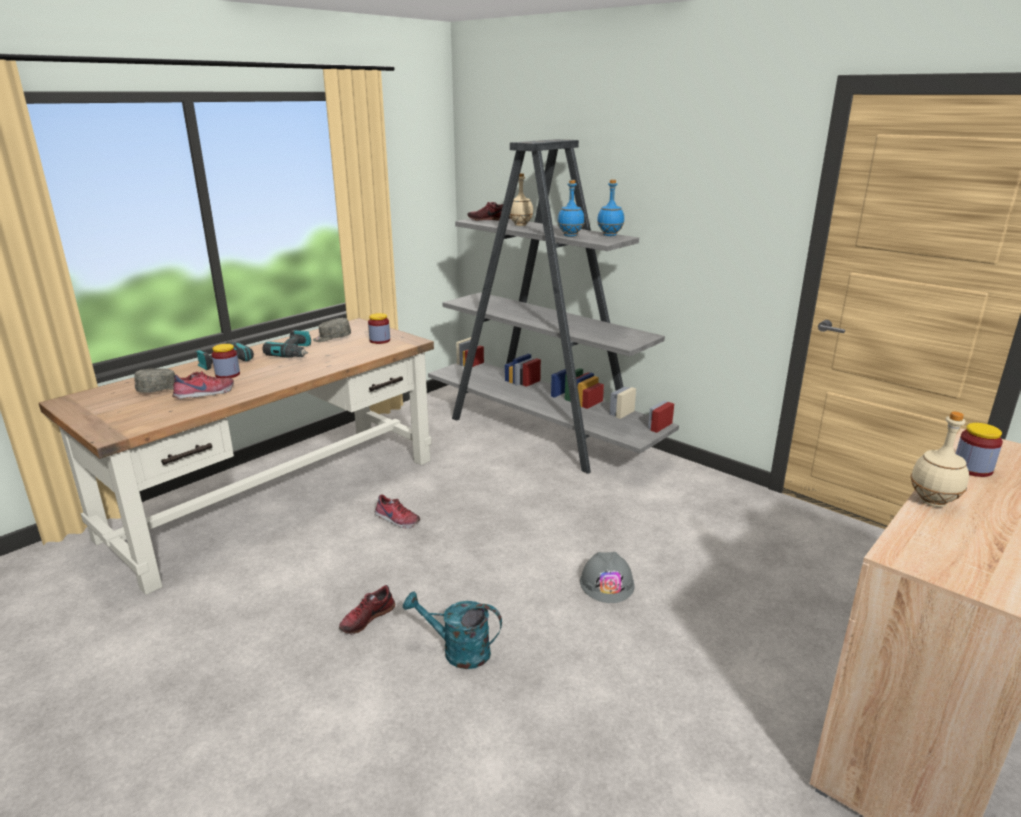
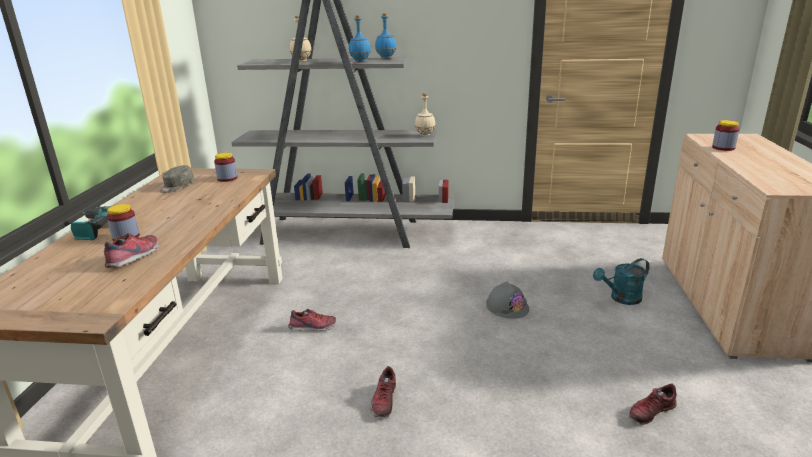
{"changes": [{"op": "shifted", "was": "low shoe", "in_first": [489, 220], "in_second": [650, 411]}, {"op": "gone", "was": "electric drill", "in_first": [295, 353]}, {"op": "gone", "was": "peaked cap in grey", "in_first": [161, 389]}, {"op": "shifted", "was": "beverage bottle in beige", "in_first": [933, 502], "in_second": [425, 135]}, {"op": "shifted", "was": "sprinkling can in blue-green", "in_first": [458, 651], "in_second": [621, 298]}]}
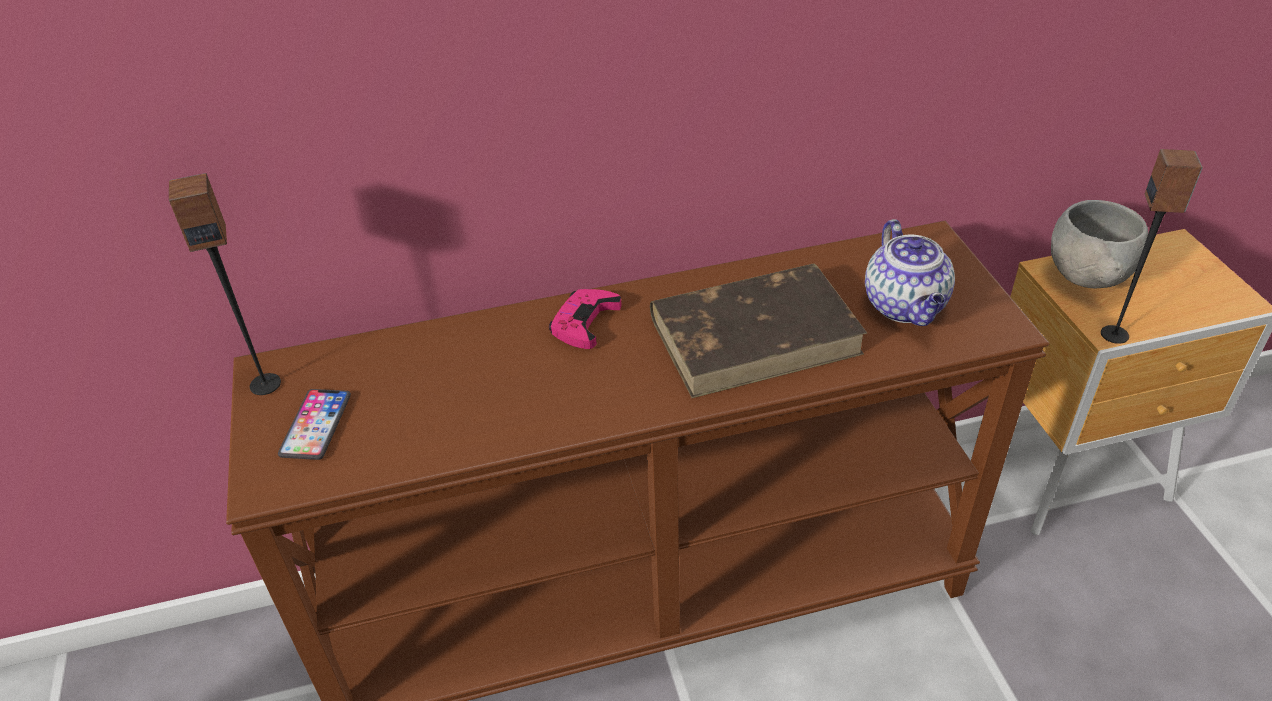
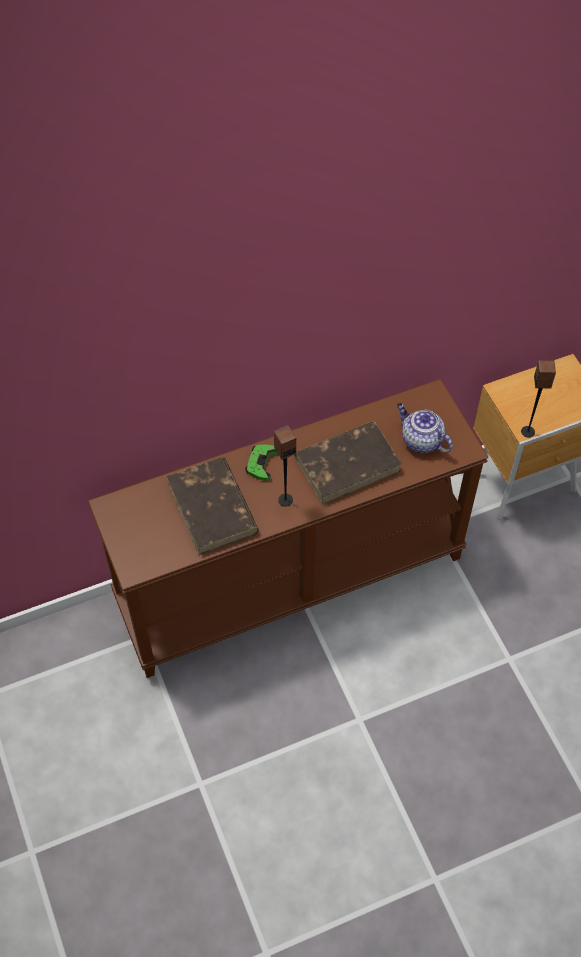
{"changes": [{"op": "shifted", "was": "audio speaker", "in_first": [265, 384], "in_second": [285, 499]}, {"op": "gone", "was": "bowl in grey", "in_first": [1086, 280]}, {"op": "rotated", "was": "teapot", "in_first": [906, 307], "in_second": [420, 440], "clockwise": 150}, {"op": "repainted", "was": "gamepad in pinkish", "now": "gamepad in green", "in_first": [584, 322], "in_second": [261, 463]}, {"op": "gone", "was": "handset", "in_first": [316, 425]}, {"op": "new", "now": "book in brownish", "in_second": [213, 509]}]}
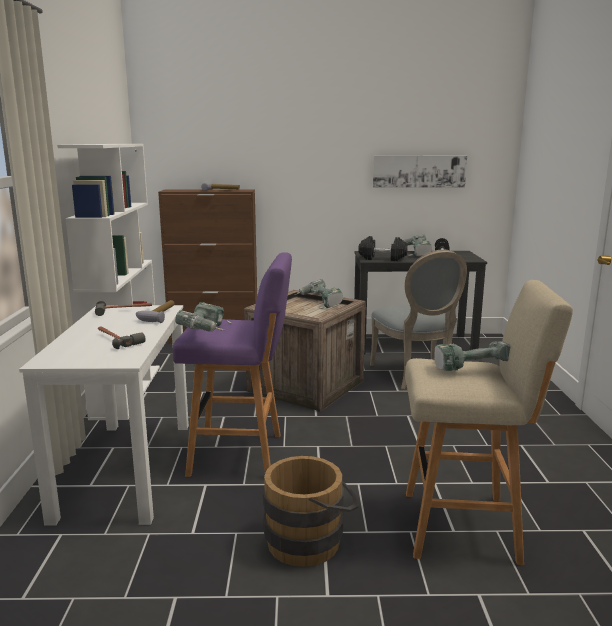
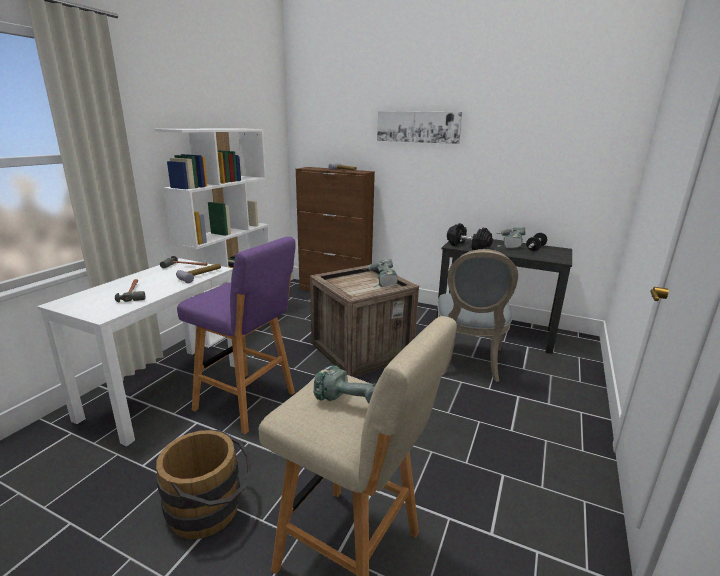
{"changes": [{"op": "shifted", "was": "wall art", "in_first": [419, 171], "in_second": [418, 127]}, {"op": "gone", "was": "electric drill", "in_first": [207, 332]}]}
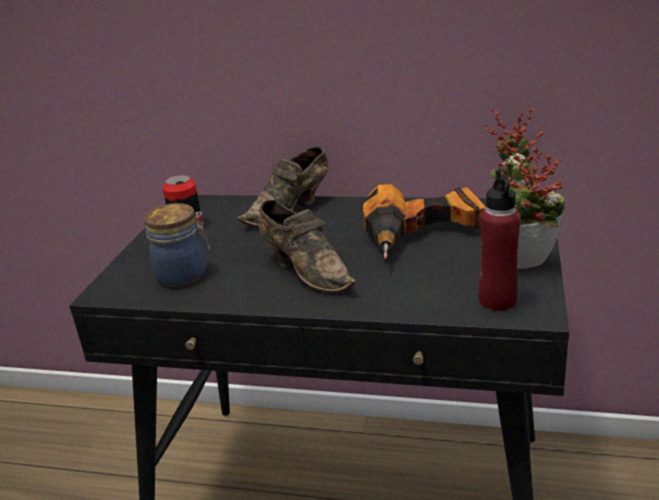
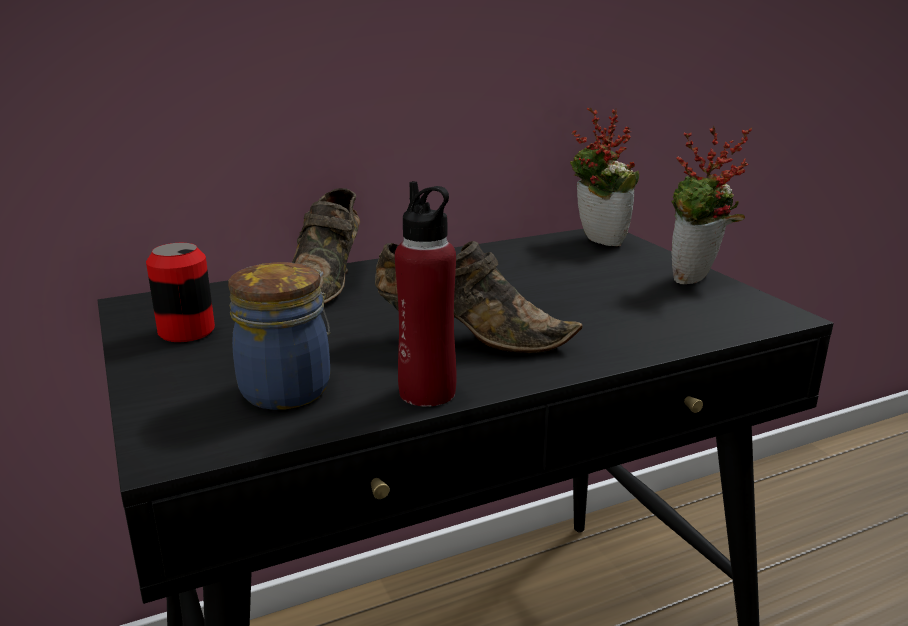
{"changes": [{"op": "shifted", "was": "beverage bottle in reddish", "in_first": [497, 301], "in_second": [427, 392]}, {"op": "gone", "was": "electric drill", "in_first": [424, 235]}]}
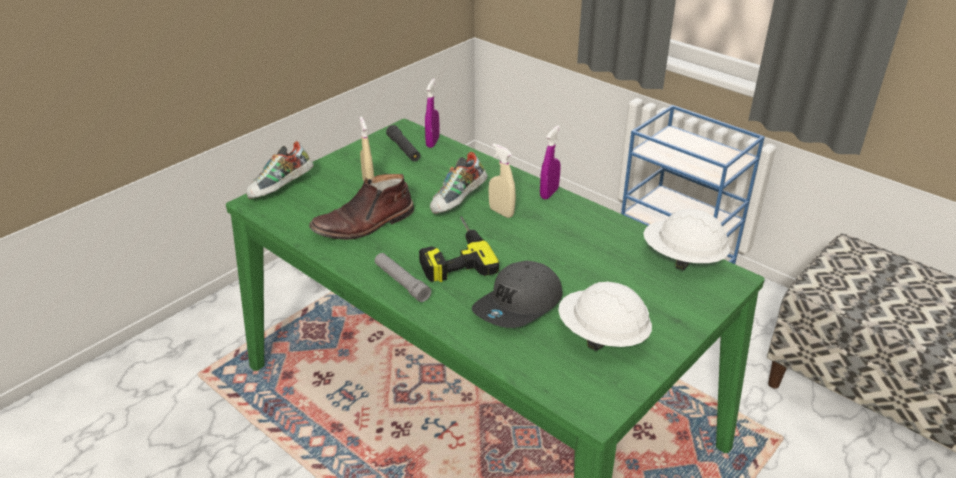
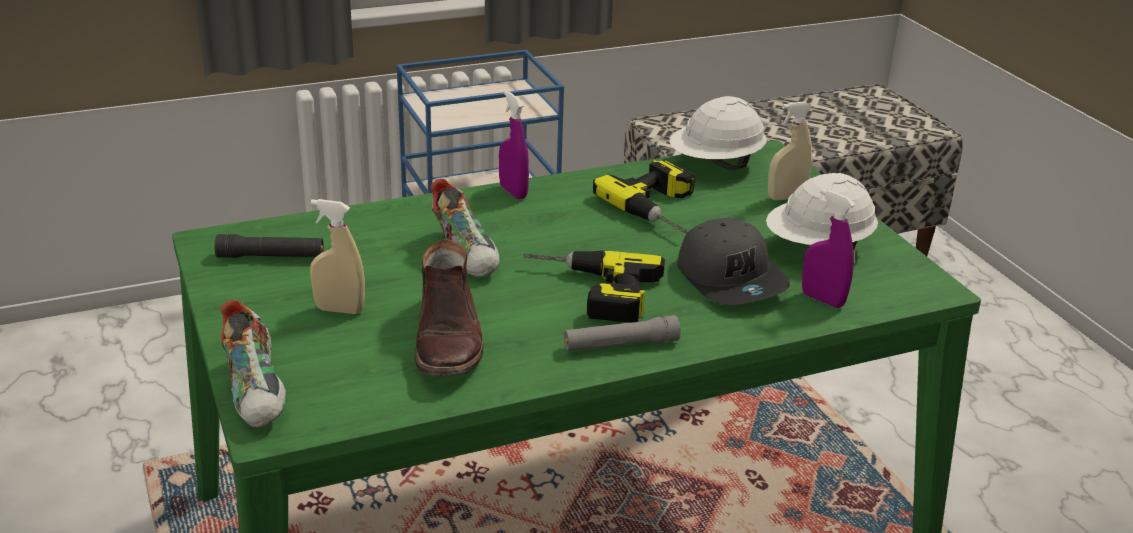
{"changes": [{"op": "shifted", "was": "spray bottle in purplish", "in_first": [432, 142], "in_second": [822, 299]}, {"op": "shifted", "was": "spray bottle in beige", "in_first": [501, 212], "in_second": [786, 197]}, {"op": "new", "now": "electric drill", "in_second": [664, 208]}]}
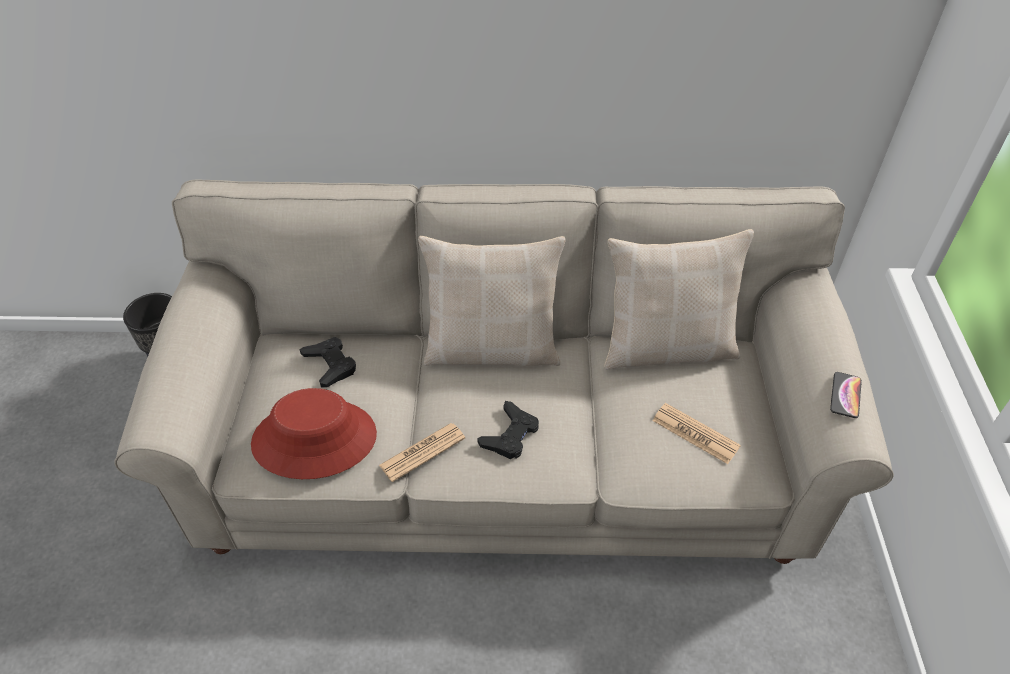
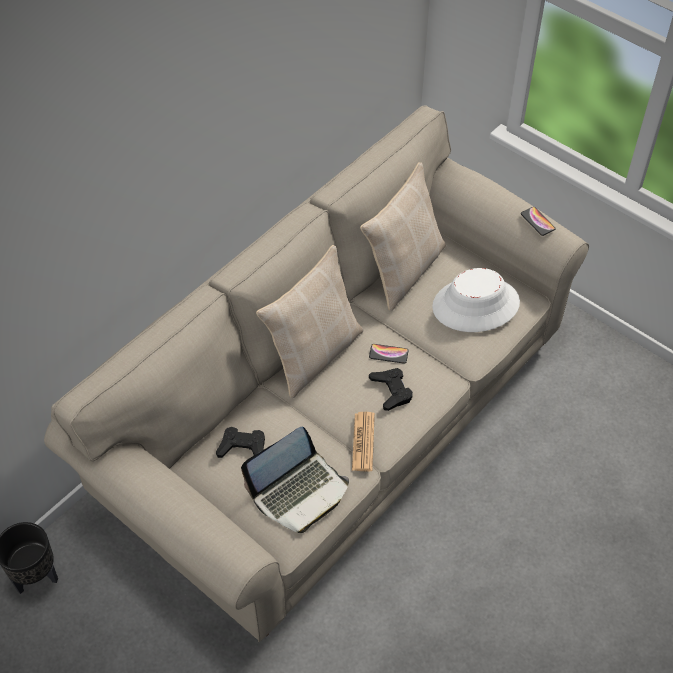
{"changes": [{"op": "swapped", "was": "wearable hat in reddish", "now": "notebook computer", "in_first": [315, 439], "in_second": [299, 492]}, {"op": "swapped", "was": "printed paper", "now": "wearable hat in whitish", "in_first": [695, 434], "in_second": [475, 305]}, {"op": "new", "now": "handset", "in_second": [388, 354]}]}
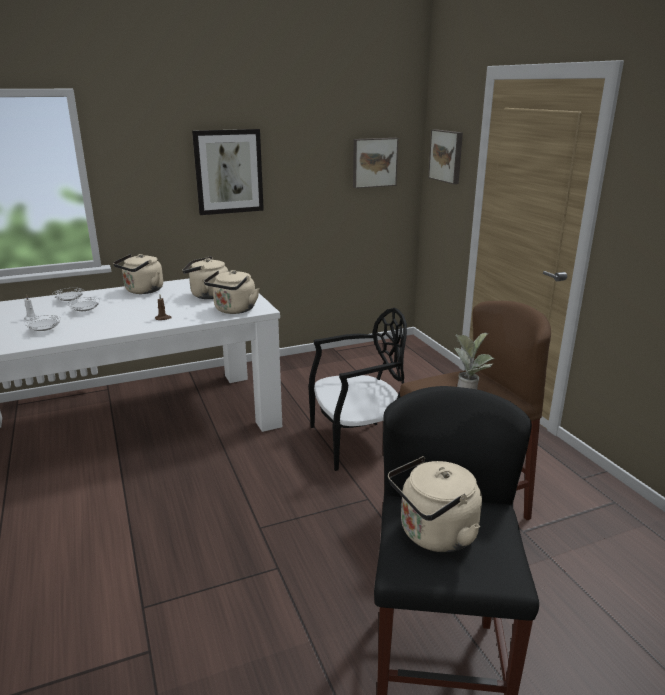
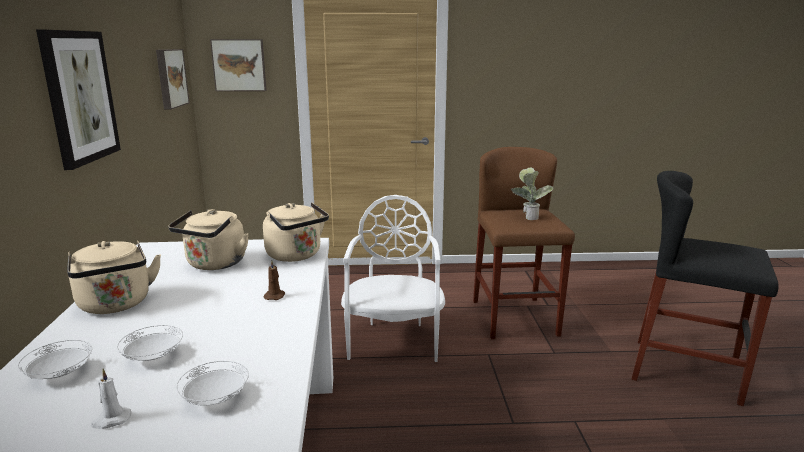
{"changes": [{"op": "repainted", "was": "upright chair in black", "now": "upright chair in whitish", "in_first": [356, 441], "in_second": [394, 340]}, {"op": "gone", "was": "water kettle in beige", "in_first": [434, 535]}]}
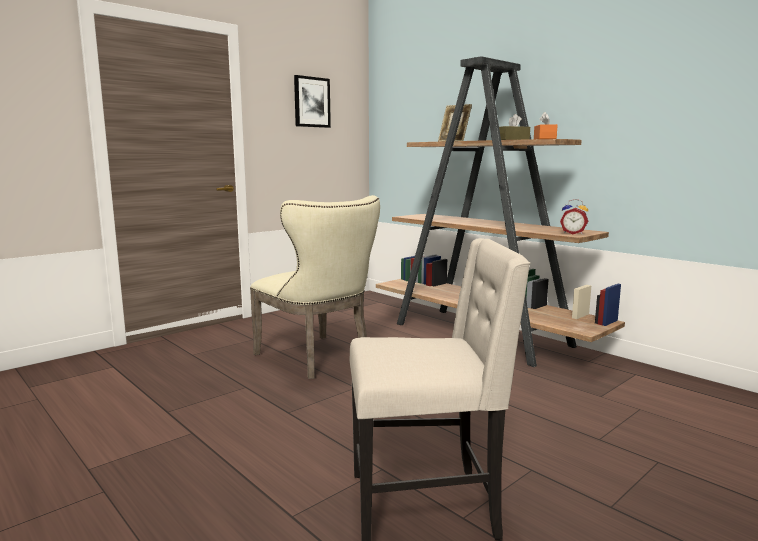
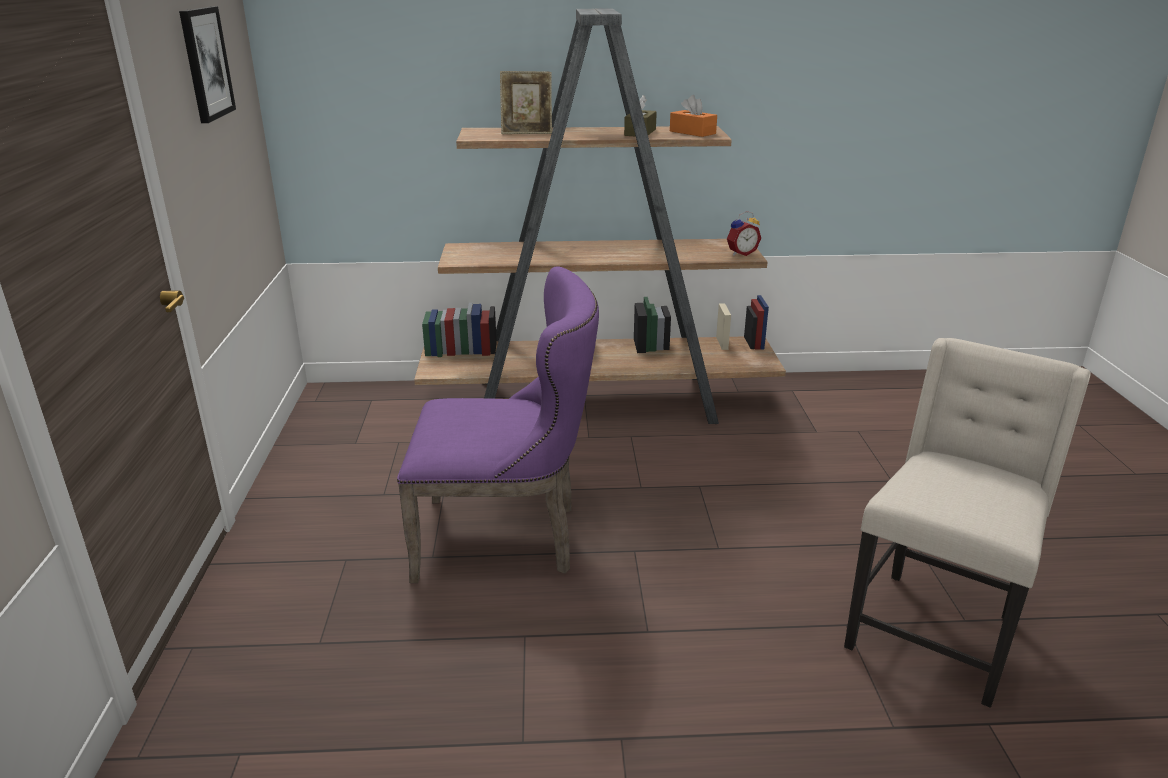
{"changes": [{"op": "repainted", "was": "upright chair in beige", "now": "upright chair in purplish", "in_first": [318, 359], "in_second": [508, 538]}]}
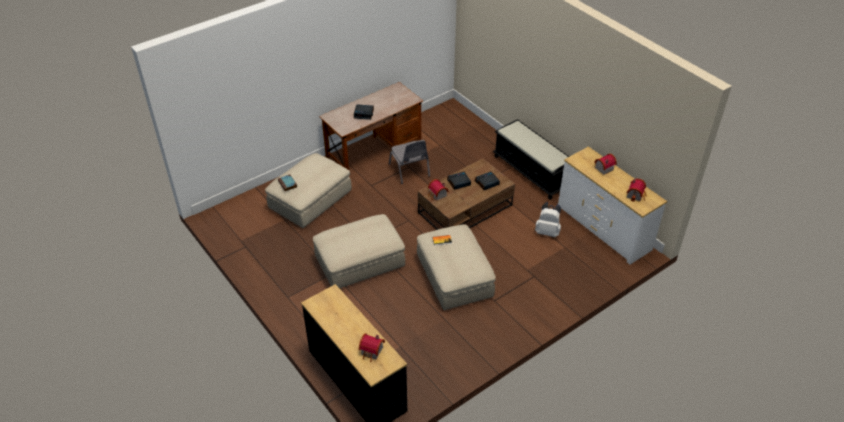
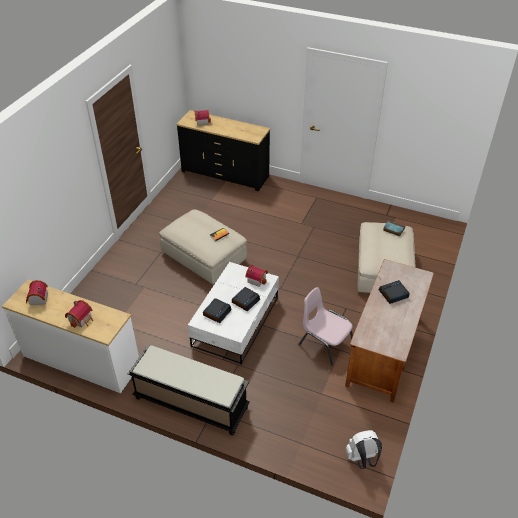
{"changes": [{"op": "repainted", "was": "upright chair in grey", "now": "upright chair in pinkish", "in_first": [409, 170], "in_second": [325, 342]}, {"op": "repainted", "was": "coffee table in brownish", "now": "coffee table in whitish", "in_first": [465, 209], "in_second": [235, 321]}, {"op": "shifted", "was": "knapsack in whitish", "in_first": [547, 232], "in_second": [362, 459]}, {"op": "gone", "was": "footrest in beige", "in_first": [359, 263]}]}
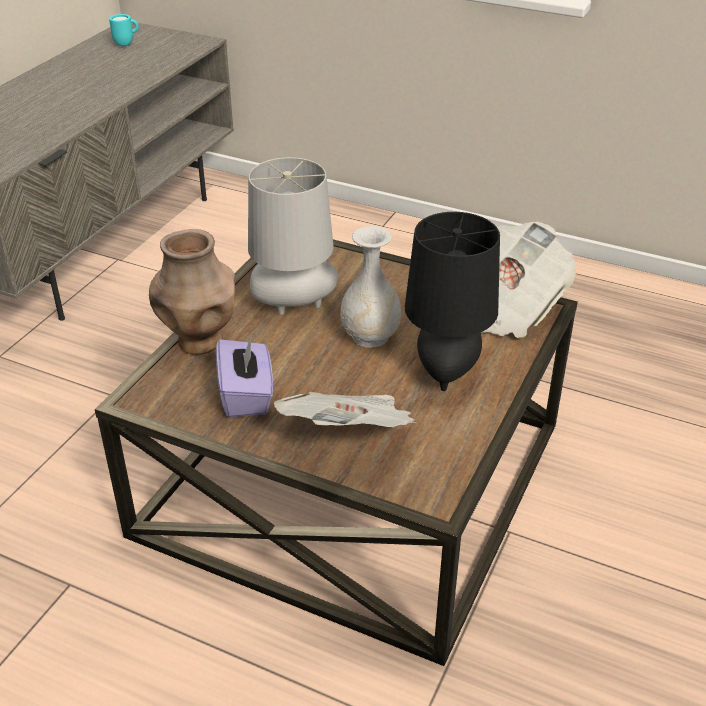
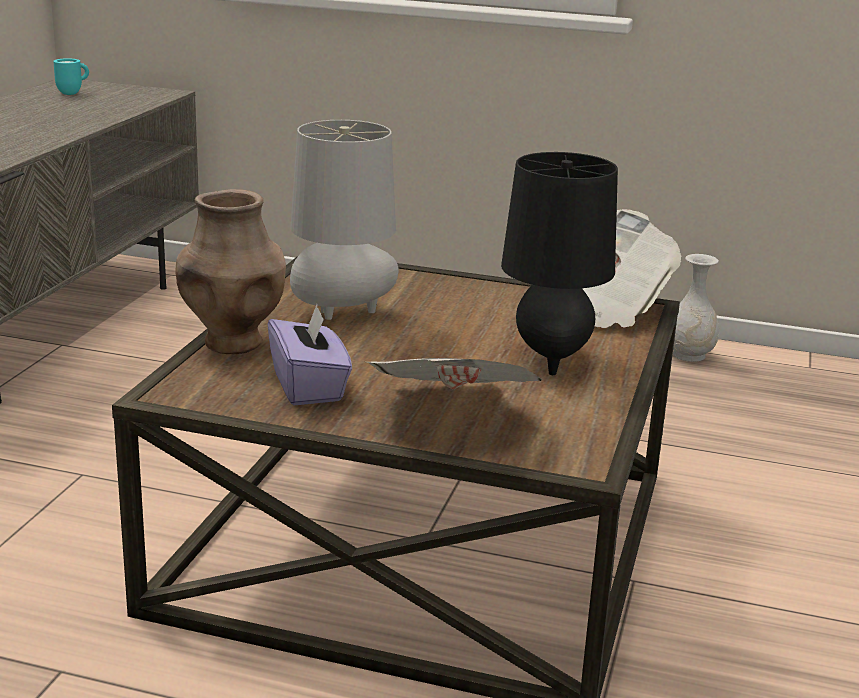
{"changes": [{"op": "shifted", "was": "flower vase in whitish", "in_first": [371, 336], "in_second": [689, 355]}]}
